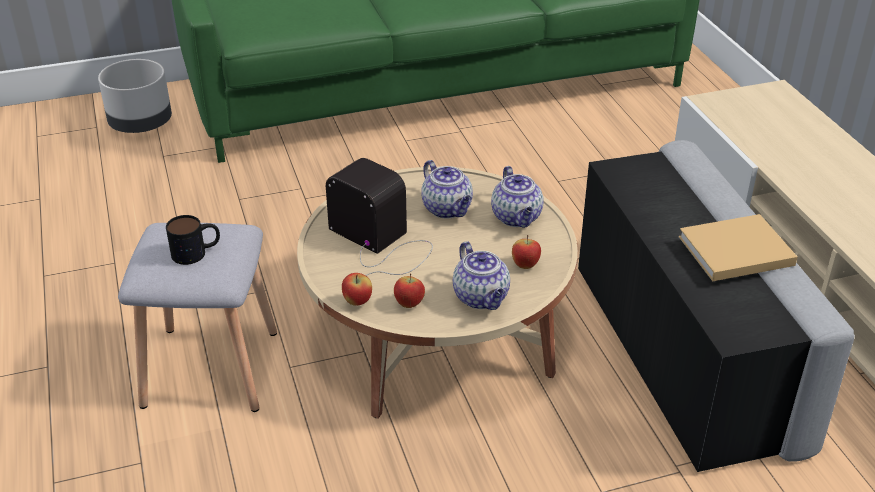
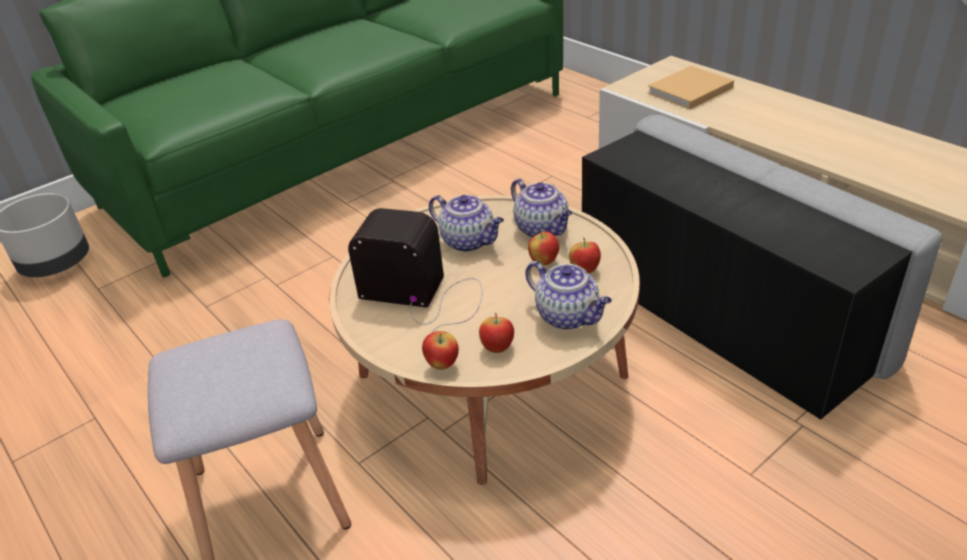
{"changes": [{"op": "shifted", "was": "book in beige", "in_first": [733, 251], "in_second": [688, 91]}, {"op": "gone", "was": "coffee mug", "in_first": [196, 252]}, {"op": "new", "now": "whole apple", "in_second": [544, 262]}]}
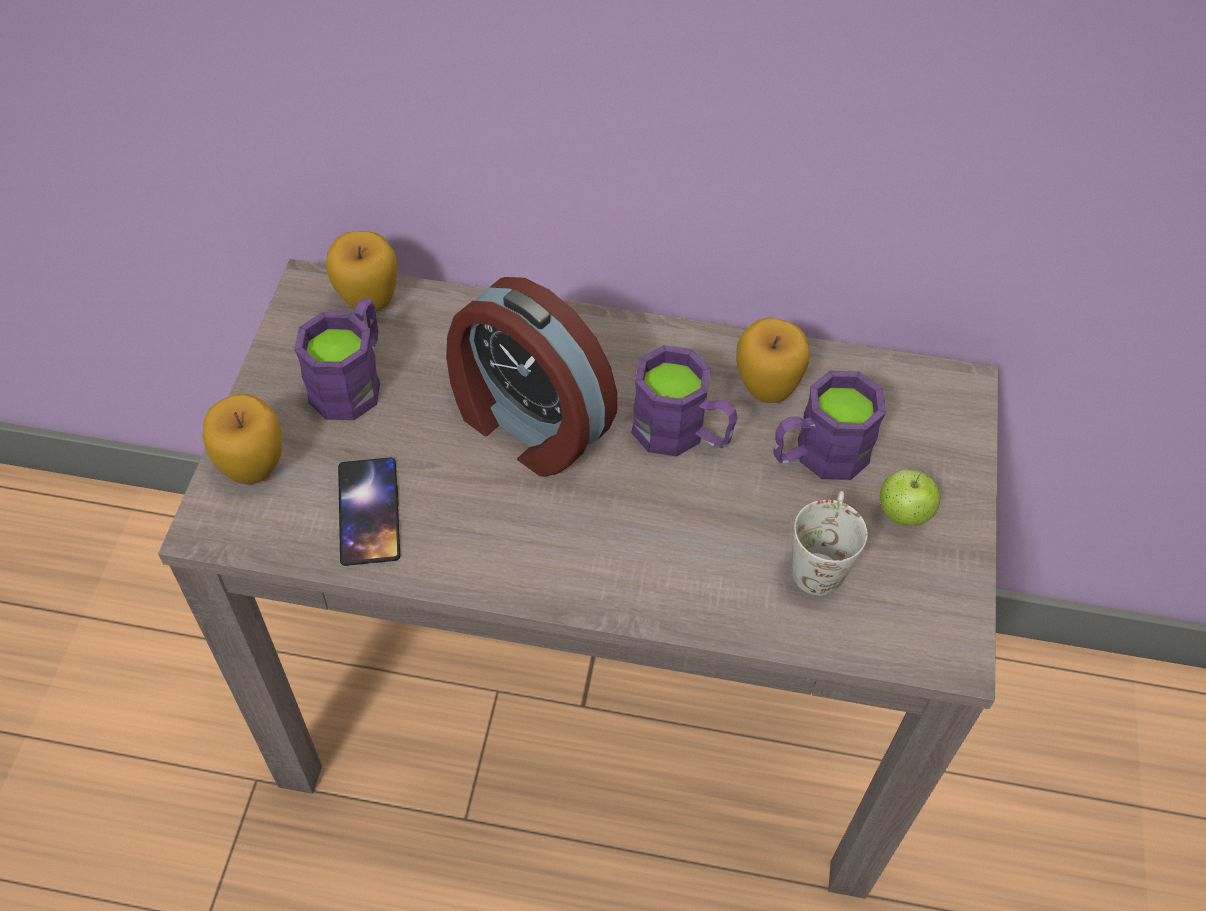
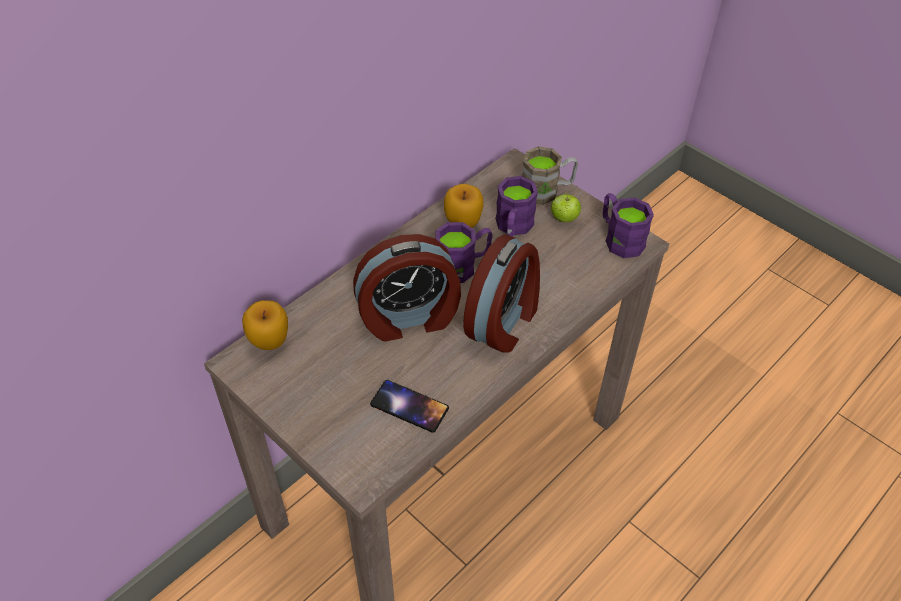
{"changes": [{"op": "shifted", "was": "coffee mug in purplish", "in_first": [352, 380], "in_second": [619, 238]}, {"op": "gone", "was": "whole apple", "in_first": [254, 467]}, {"op": "gone", "was": "coffee mug in whitish", "in_first": [820, 559]}, {"op": "new", "now": "coffee mug in brownish", "in_second": [547, 190]}, {"op": "new", "now": "bedside clock", "in_second": [504, 322]}]}
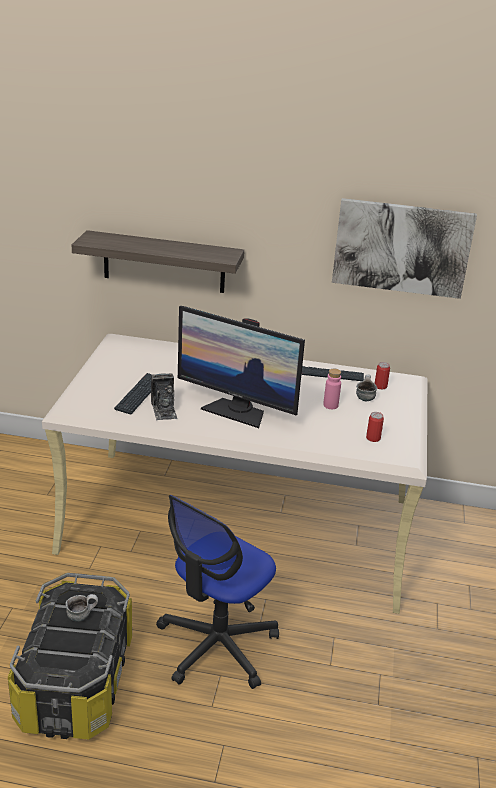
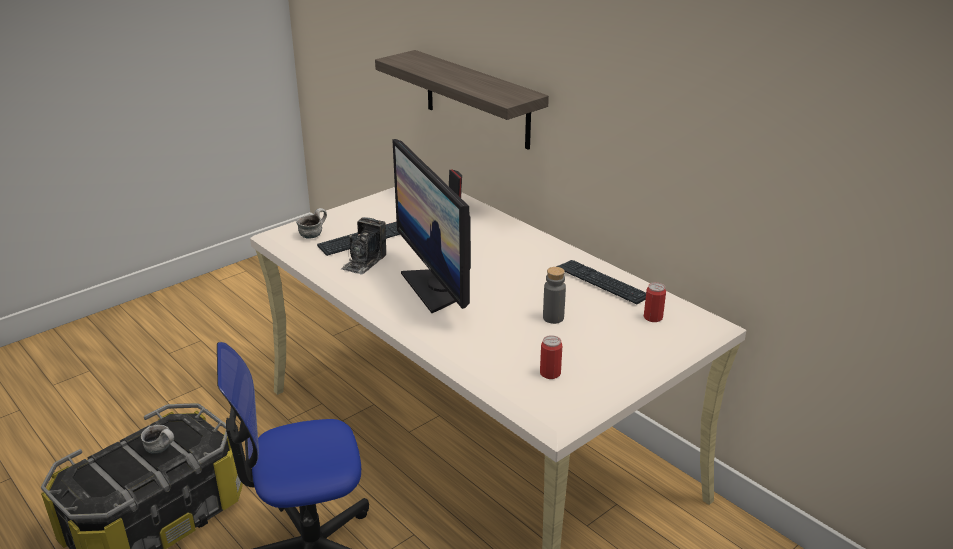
{"changes": [{"op": "gone", "was": "wall art", "in_first": [402, 247]}, {"op": "repainted", "was": "beverage bottle in pinkish", "now": "beverage bottle in grey", "in_first": [330, 405], "in_second": [553, 318]}, {"op": "shifted", "was": "coffee mug", "in_first": [364, 397], "in_second": [313, 234]}]}
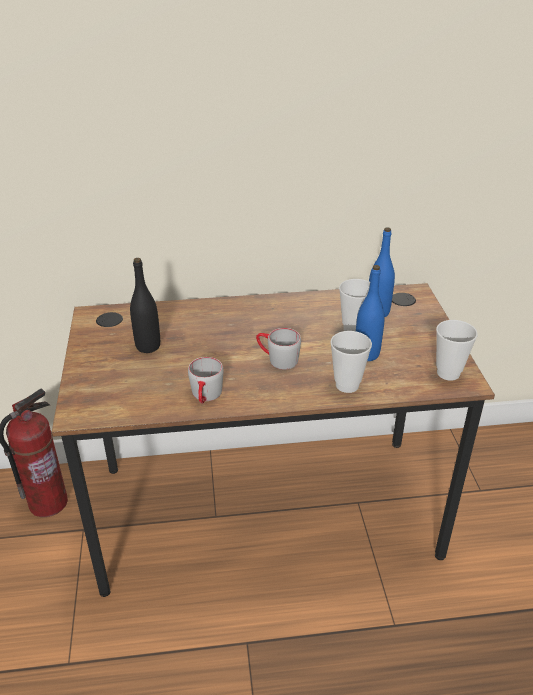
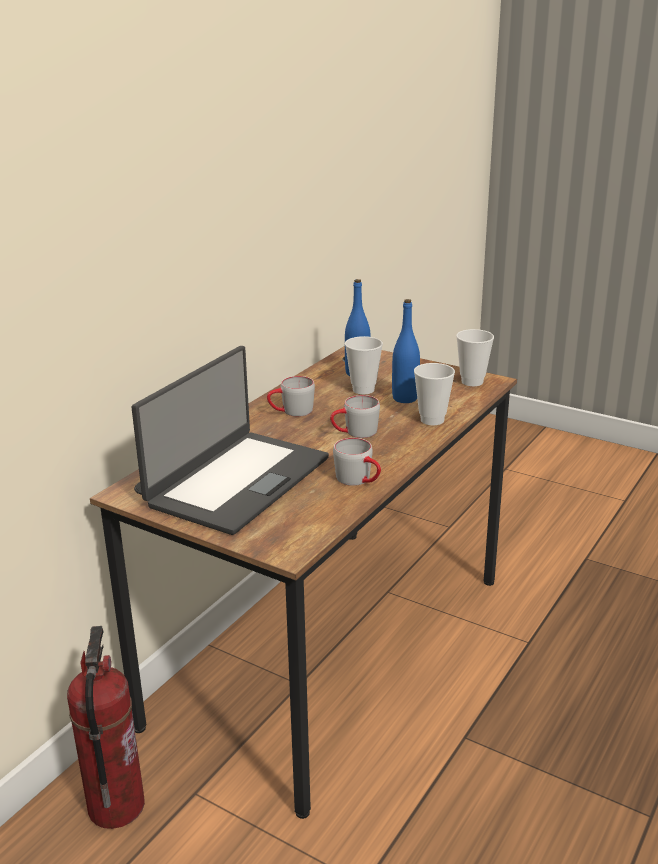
{"changes": [{"op": "swapped", "was": "beverage bottle in black", "now": "notebook computer", "in_first": [148, 346], "in_second": [237, 481]}, {"op": "new", "now": "coffee mug in grey", "in_second": [291, 412]}]}
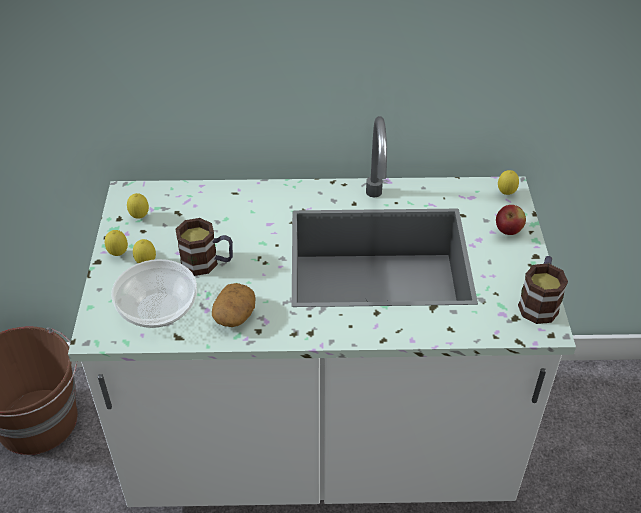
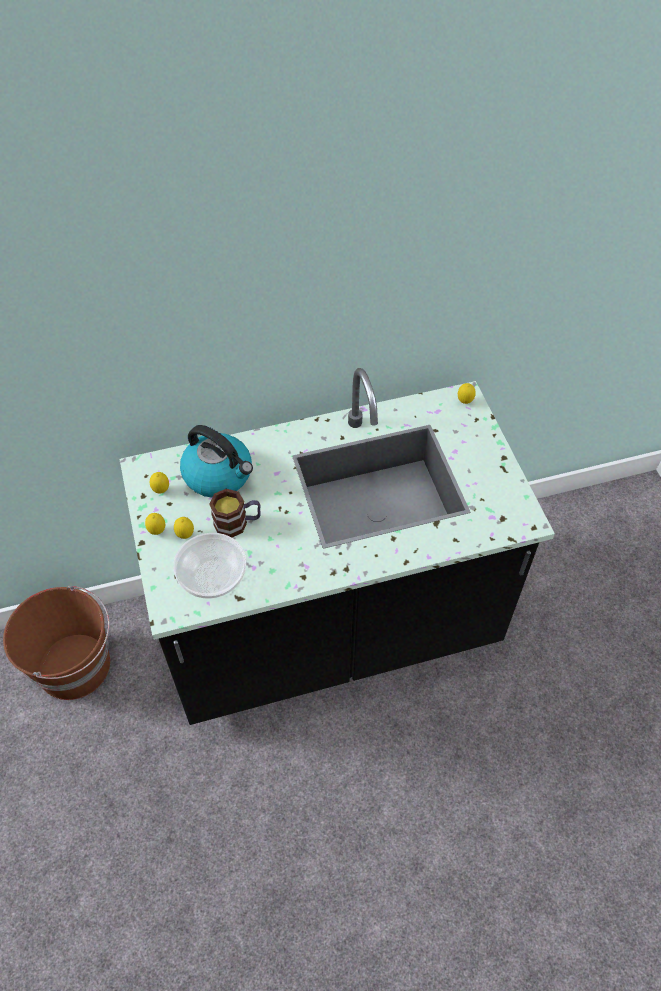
{"changes": [{"op": "repainted", "was": "kitchen base unit in whitish", "now": "kitchen base unit in black", "in_first": [320, 447], "in_second": [330, 629]}, {"op": "gone", "was": "whole apple", "in_first": [508, 231]}, {"op": "gone", "was": "coffee mug", "in_first": [539, 302]}, {"op": "gone", "was": "potato", "in_first": [235, 315]}, {"op": "new", "now": "water kettle", "in_second": [219, 475]}]}
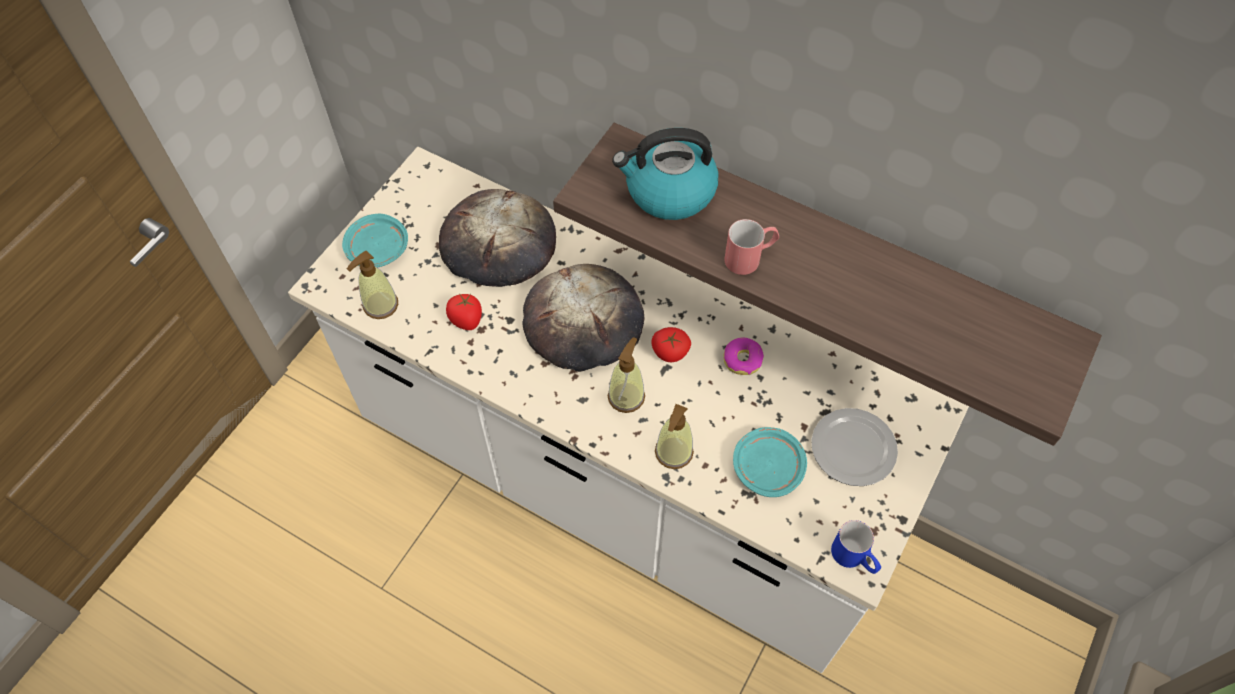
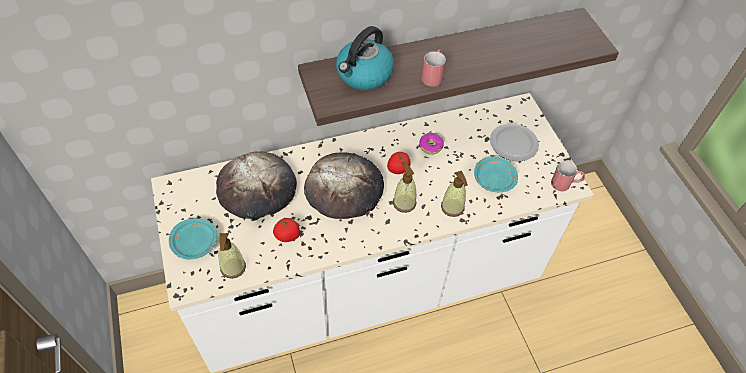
{"changes": [{"op": "repainted", "was": "coffee mug in blue-coloured", "now": "coffee mug in reddish", "in_first": [854, 558], "in_second": [565, 184]}]}
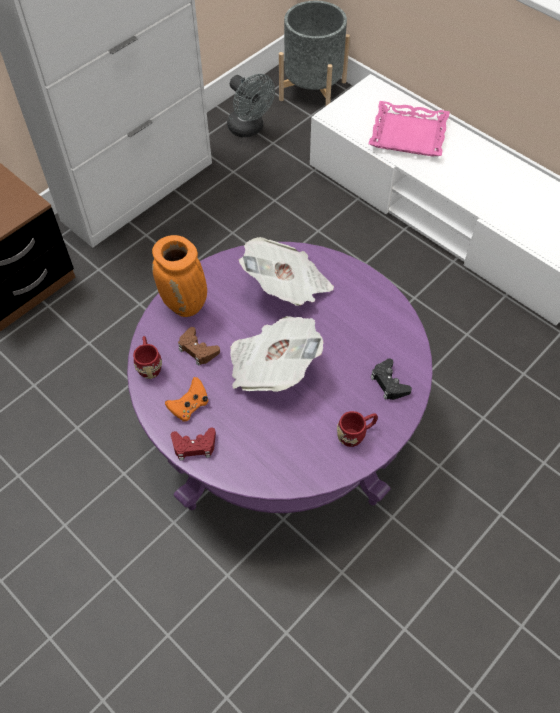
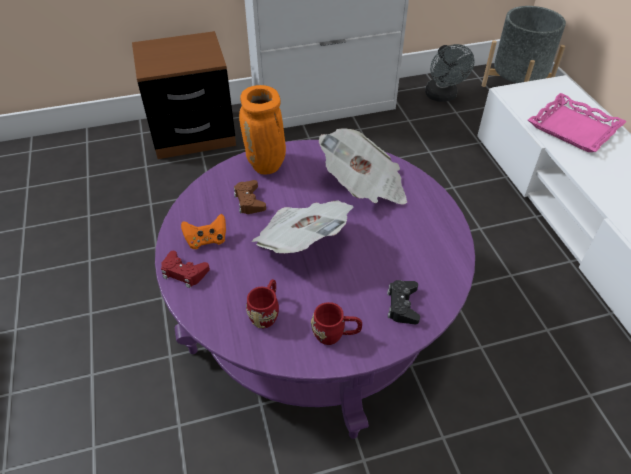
{"changes": [{"op": "shifted", "was": "coffee mug in reddish", "in_first": [149, 364], "in_second": [266, 312]}]}
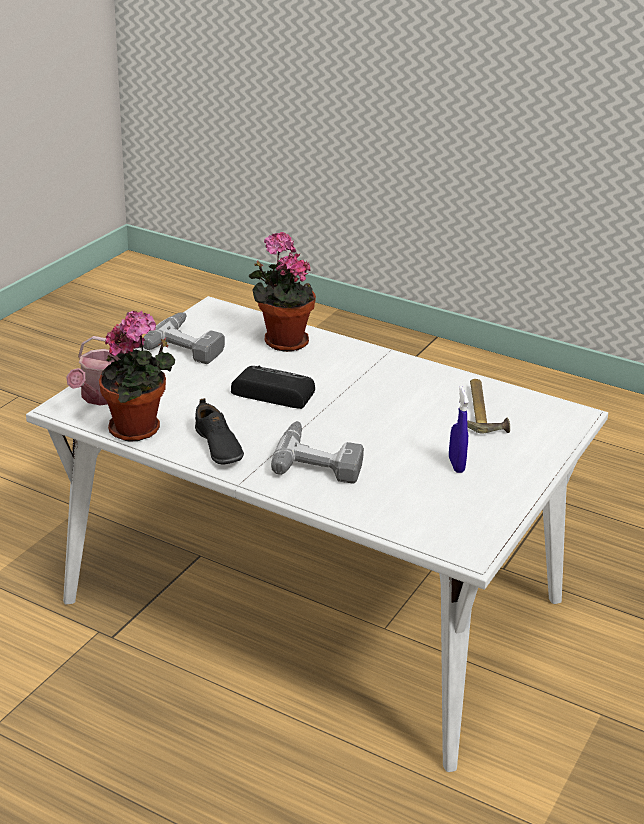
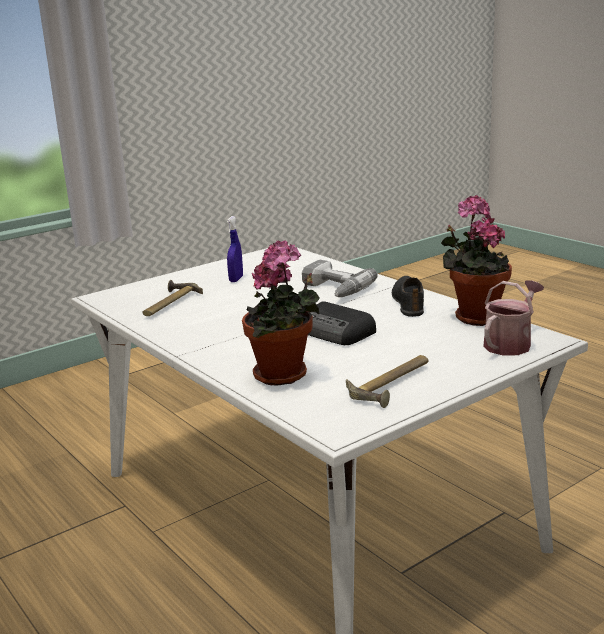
{"changes": [{"op": "swapped", "was": "electric drill", "now": "tool hammer", "in_first": [190, 344], "in_second": [394, 385]}]}
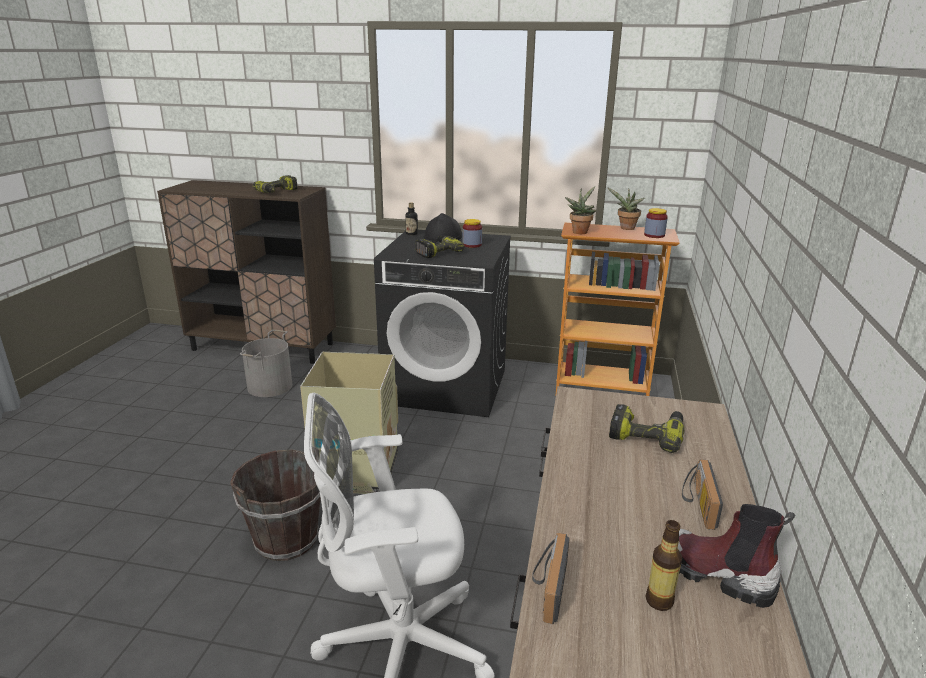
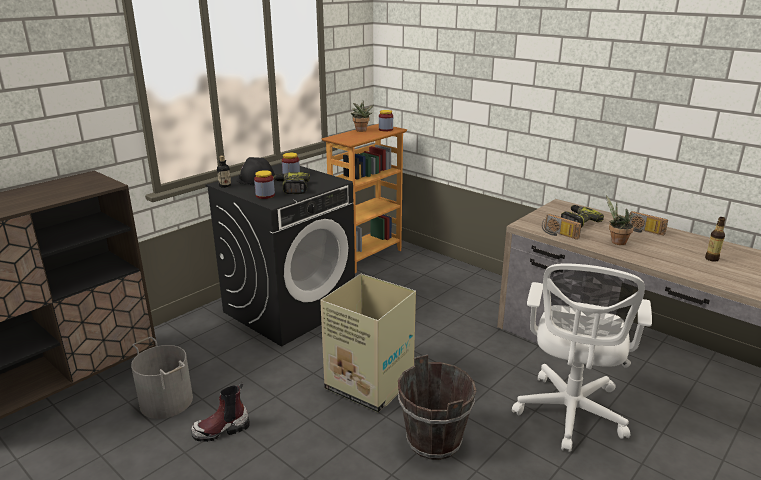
{"changes": [{"op": "gone", "was": "electric drill", "in_first": [277, 192]}, {"op": "shifted", "was": "potted plant", "in_first": [579, 232], "in_second": [616, 241]}, {"op": "shifted", "was": "high-top boot", "in_first": [716, 574], "in_second": [221, 430]}, {"op": "shifted", "was": "radio", "in_first": [546, 586], "in_second": [558, 234]}, {"op": "new", "now": "storage jar", "in_second": [265, 195]}]}
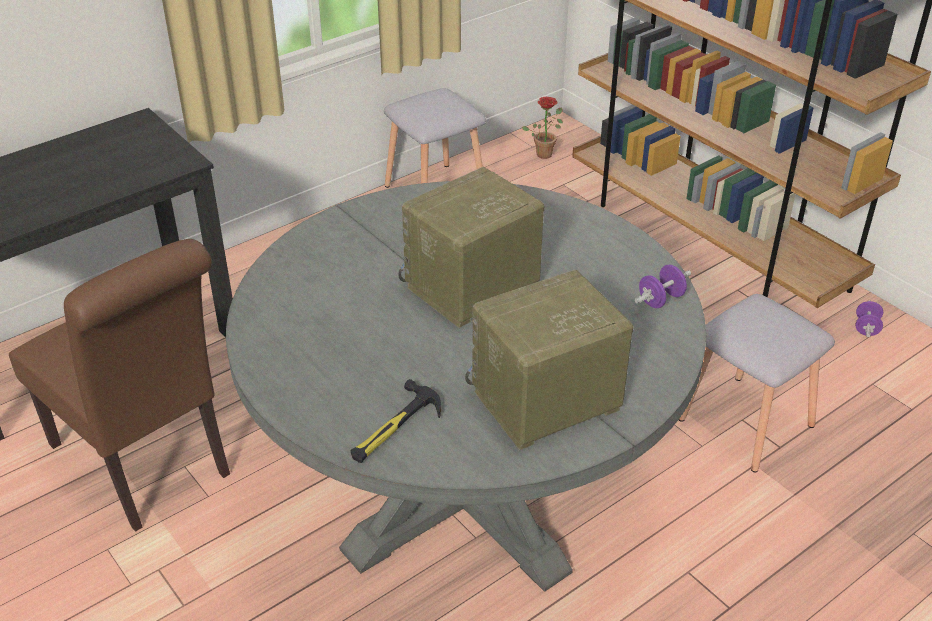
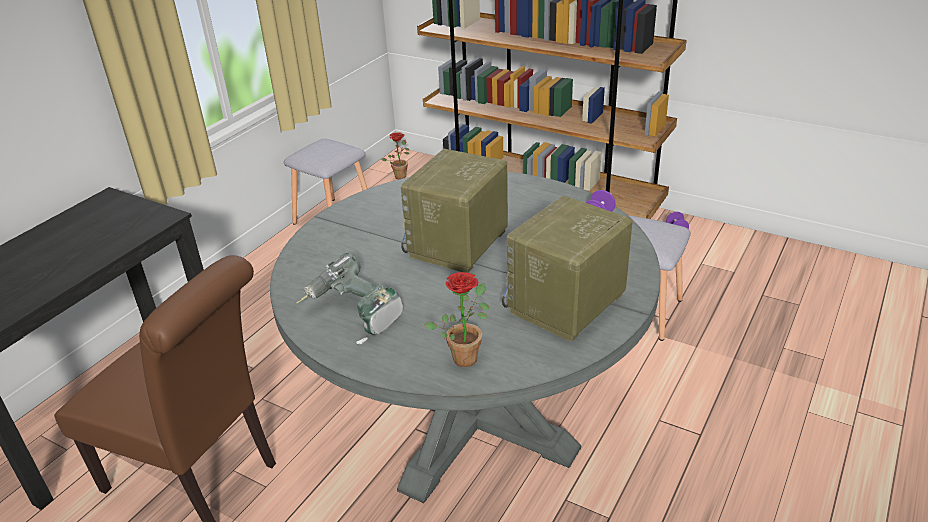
{"changes": [{"op": "swapped", "was": "tool hammer", "now": "potted plant", "in_first": [394, 428], "in_second": [466, 355]}, {"op": "new", "now": "electric drill", "in_second": [353, 314]}]}
